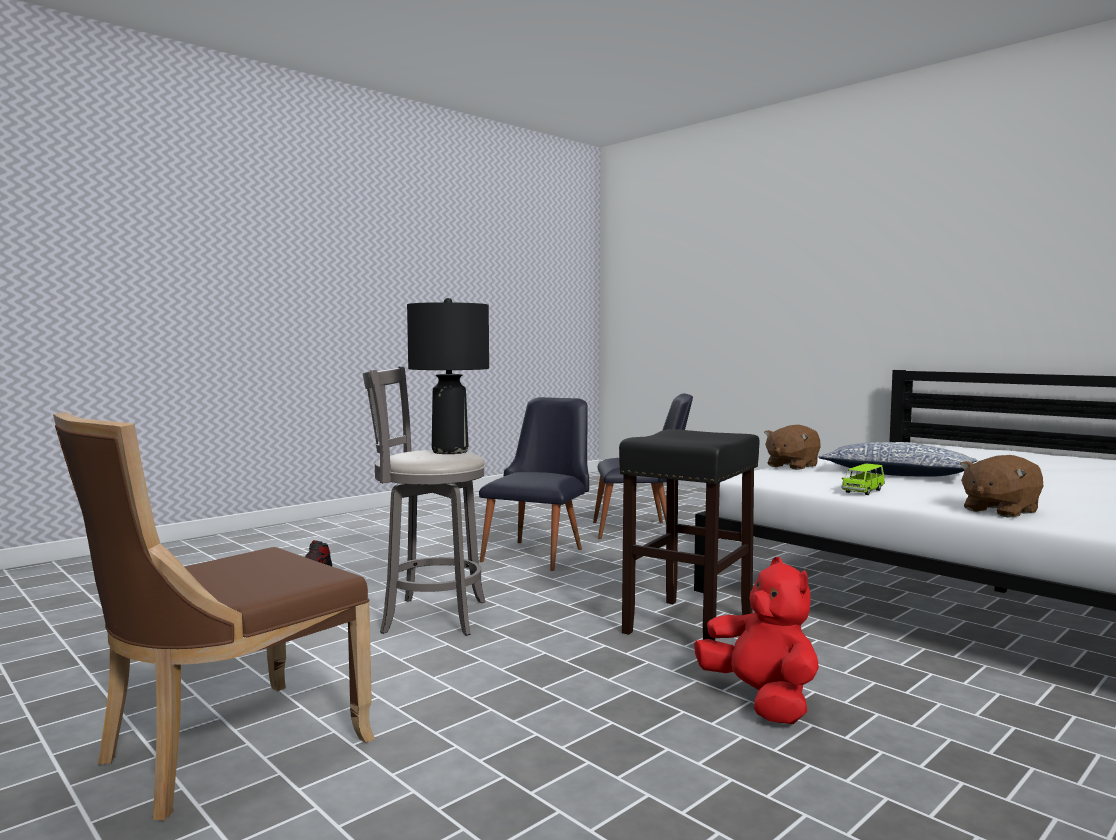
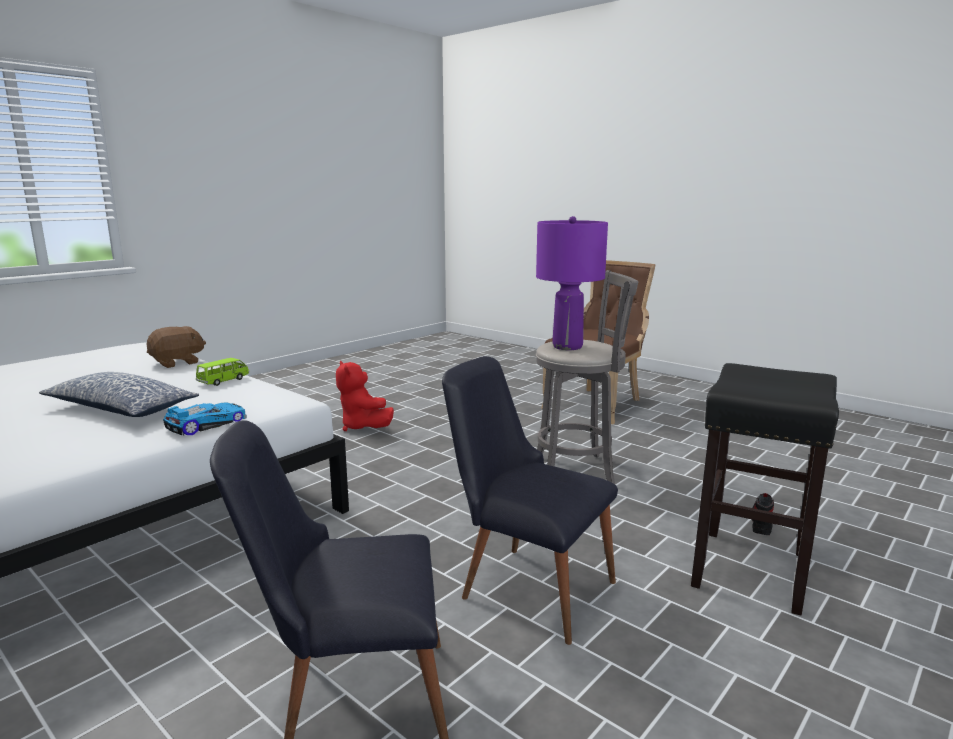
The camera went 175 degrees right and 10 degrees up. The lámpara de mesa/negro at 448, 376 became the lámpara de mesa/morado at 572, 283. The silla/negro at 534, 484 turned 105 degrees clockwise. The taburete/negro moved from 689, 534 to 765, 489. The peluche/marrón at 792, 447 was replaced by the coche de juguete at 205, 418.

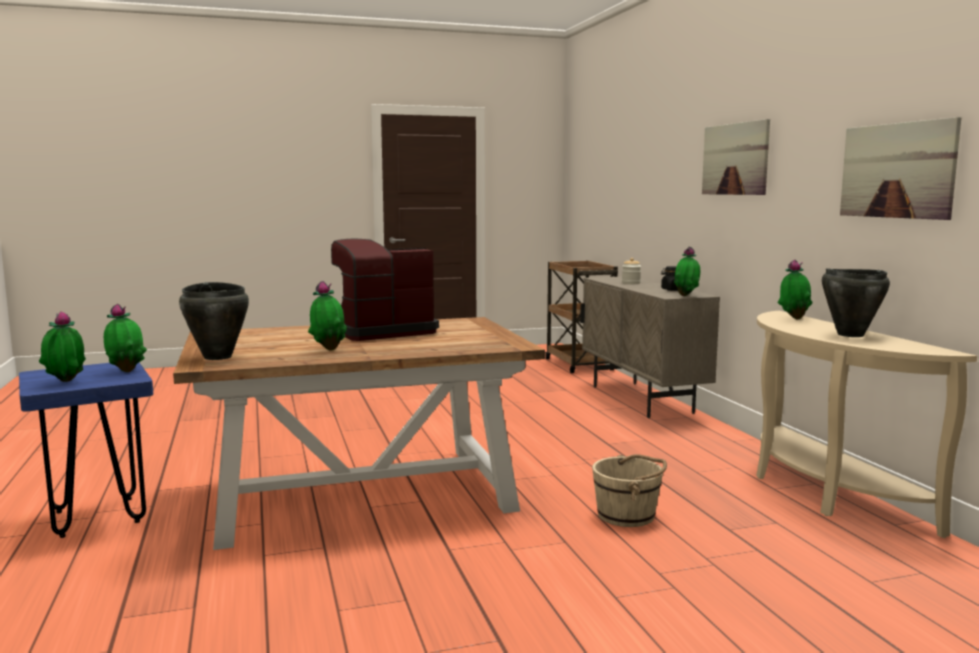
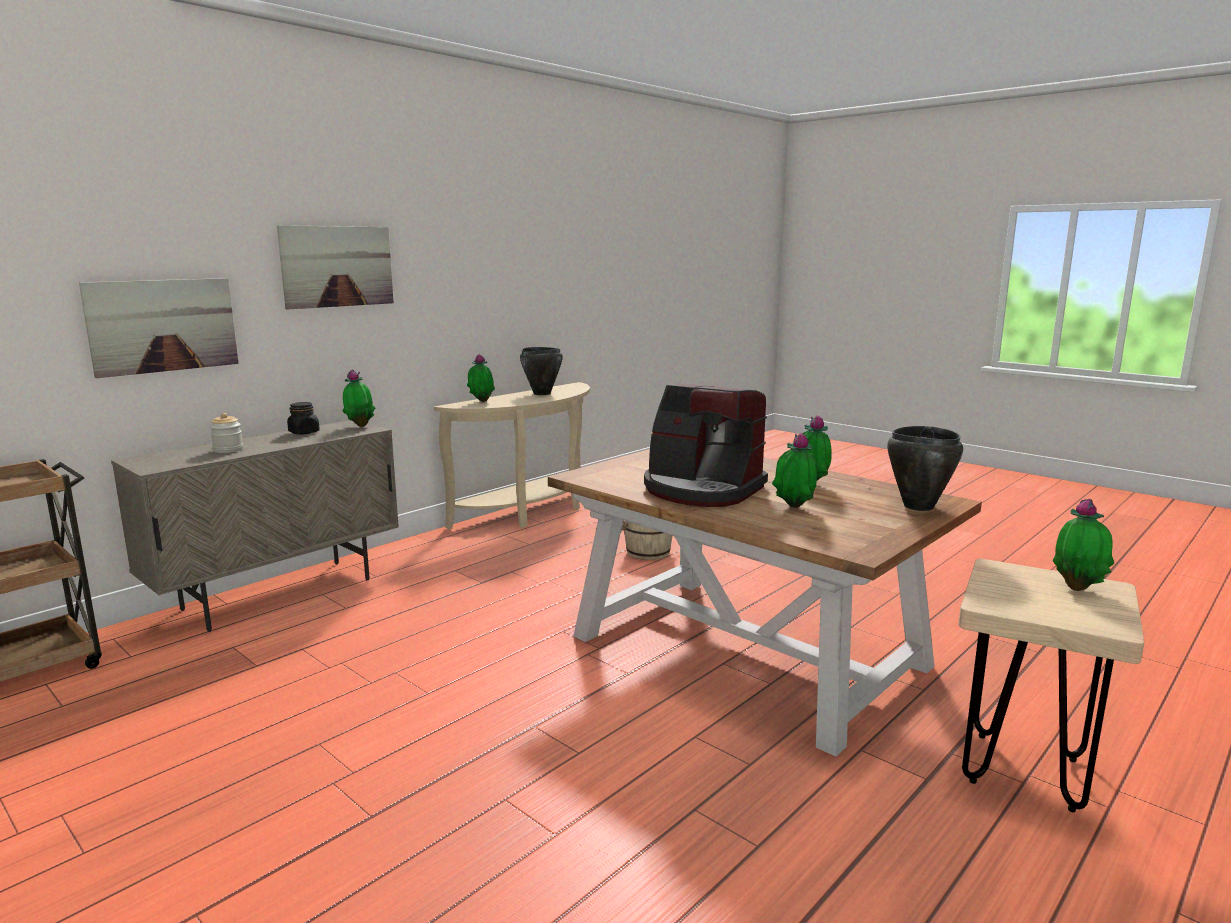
The camera went 120 degrees left and 5 degrees up. The taburete/azul at 86, 450 became the taburete/beis at 1051, 685. The planta en maceta moved from 125, 338 to 794, 470. The cuadro moved from 900, 168 to 159, 328.

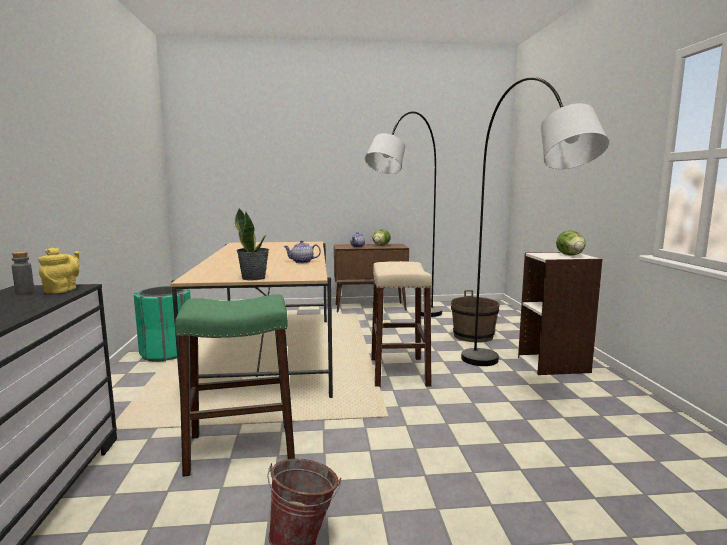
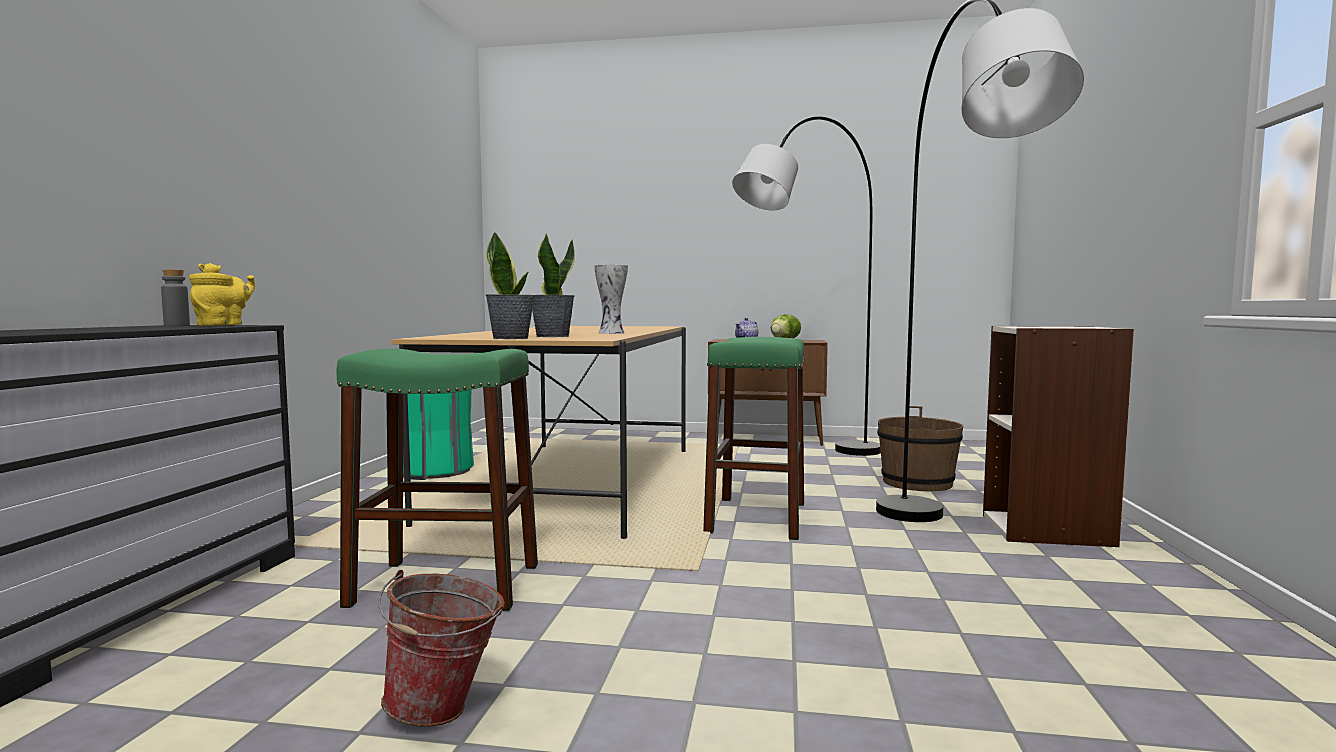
The camera went 15 degrees right and 5 degrees down. The tetera at 302, 251 was replaced by the florero at 611, 299. The taburete/beis at 401, 324 became the taburete/verde at 754, 438. The lechuga at 571, 243 disappeared. The planta en maceta at 553, 285 appeared.

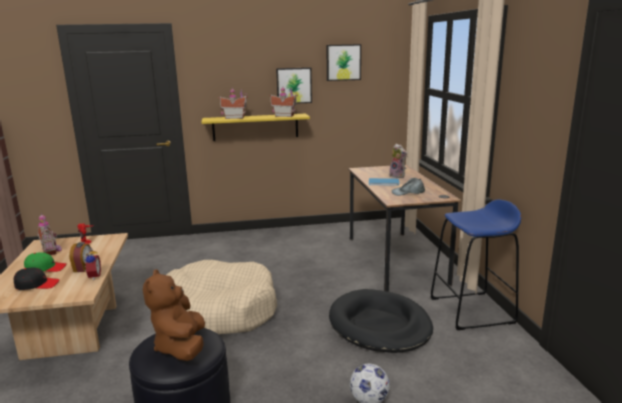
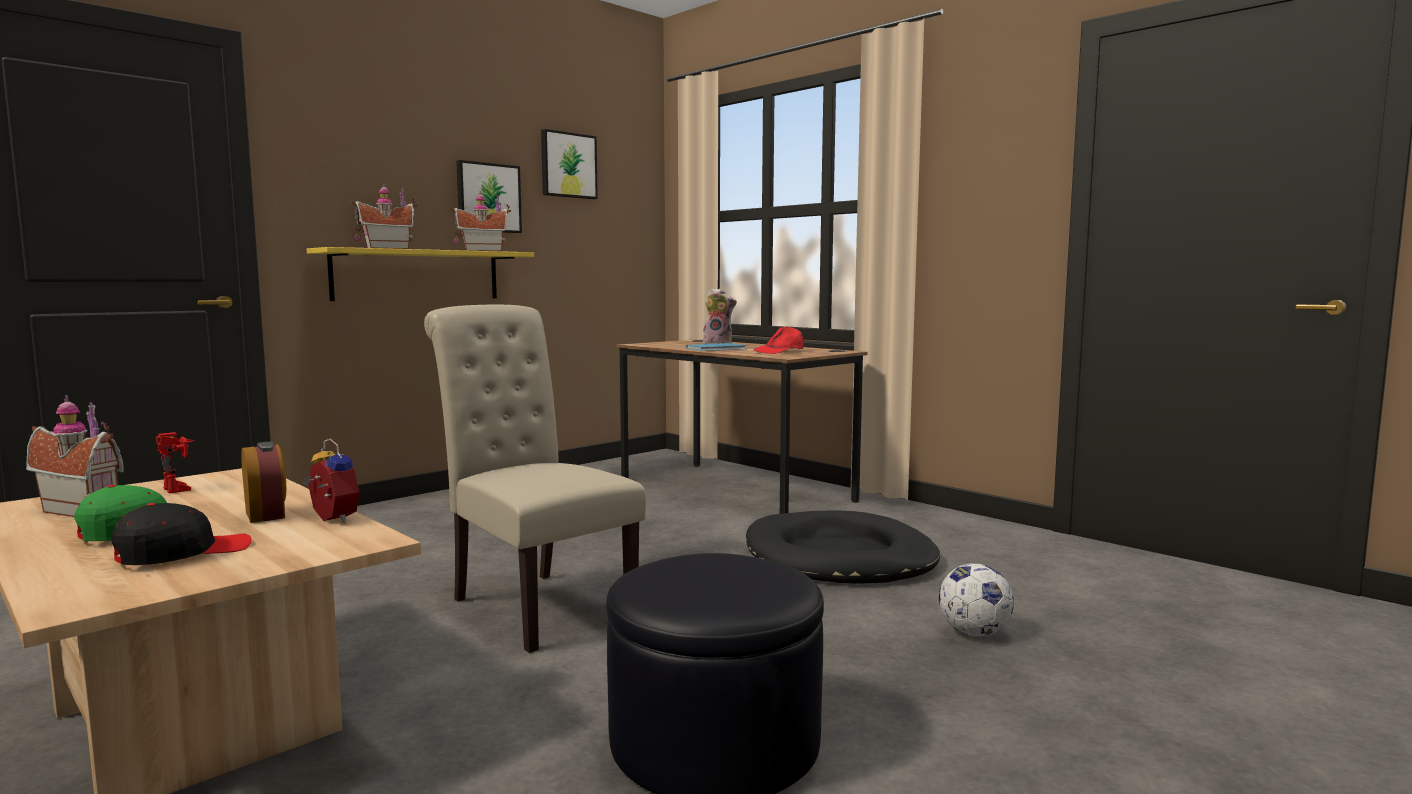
The camera went 35 degrees left and 10 degrees down. The peluche/marrón at 174, 315 disappeared. The cama para perro/beis at 221, 297 was replaced by the silla/beis at 535, 479. The gorra/gris at 408, 187 became the gorra/rojo at 779, 340. The taburete/azul at 475, 264 disappeared.

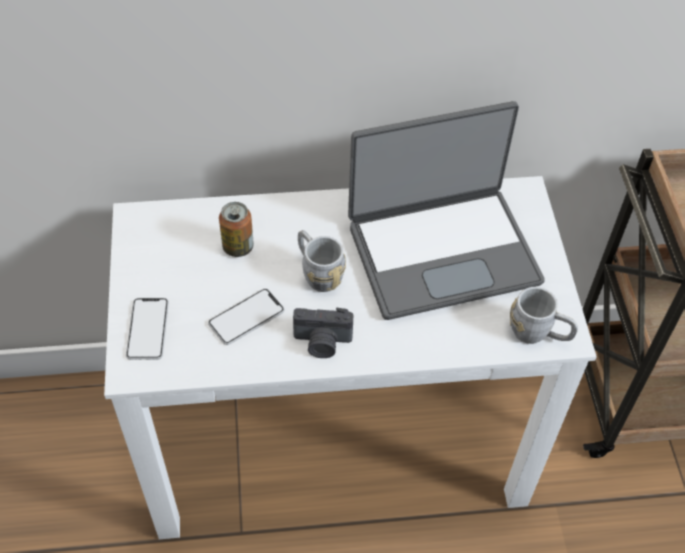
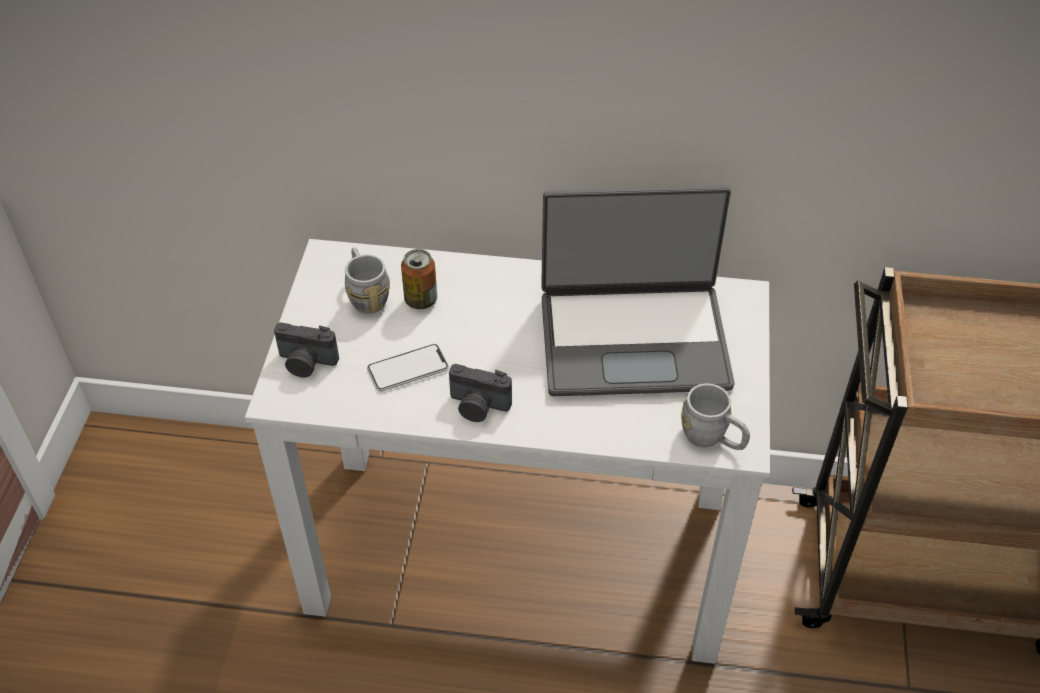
The camera went 15 degrees right and 5 degrees down. The móvil at 147, 329 was replaced by the cámara at 306, 350. The taza grande/gris moved from 322, 261 to 367, 281.

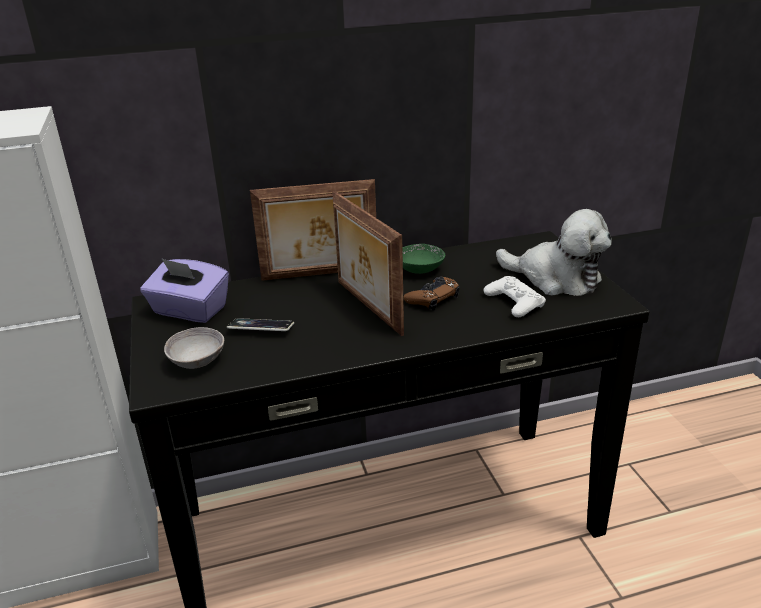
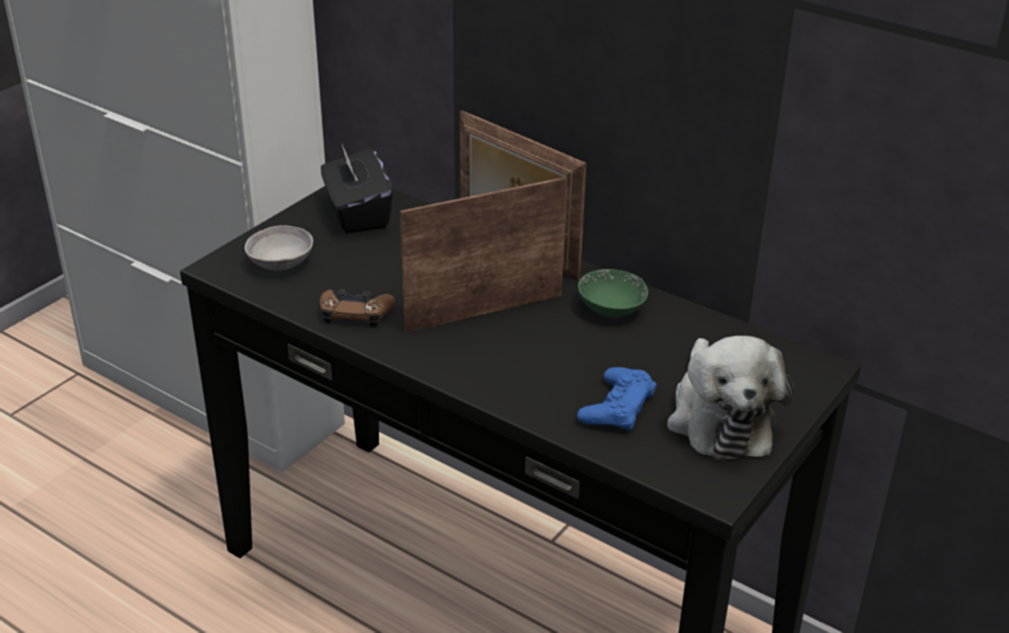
The camera went 50 degrees right and 5 degrees up. The caja de pañuelos/morado at 184, 290 became the caja de pañuelos/negro at 357, 188. The móvil at 260, 324 disappeared. The portarretratos at 368, 263 turned 45 degrees clockwise. The mando de consola/marrón moved from 432, 293 to 357, 308. The mando de consola/blanco at 514, 296 became the mando de consola/azul at 617, 399.

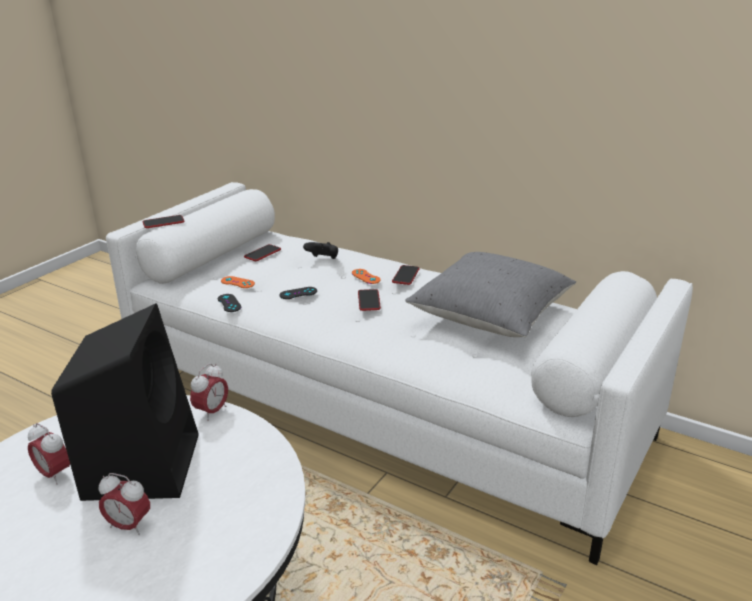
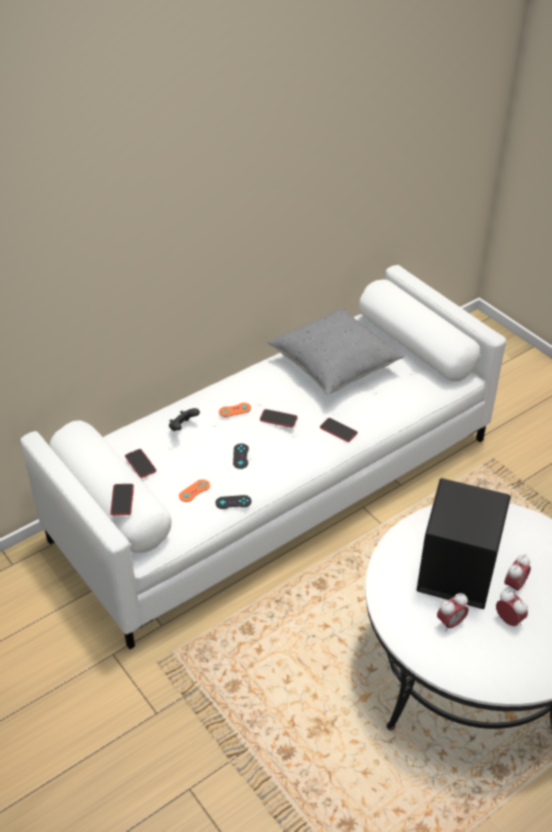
The camera went 70 degrees left and 15 degrees up. The despertador moved from 209, 392 to 512, 607. The móvil moved from 406, 275 to 339, 430.

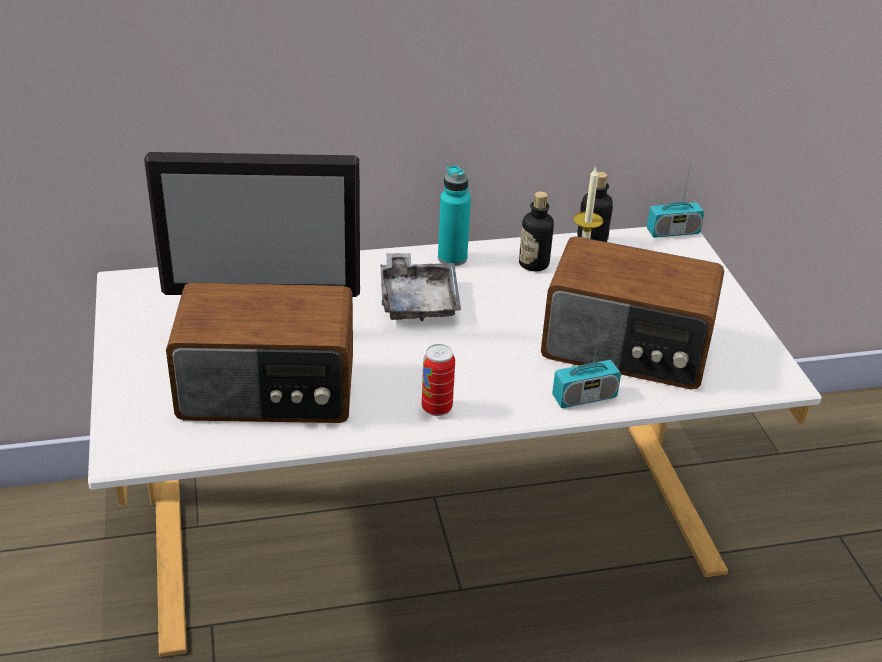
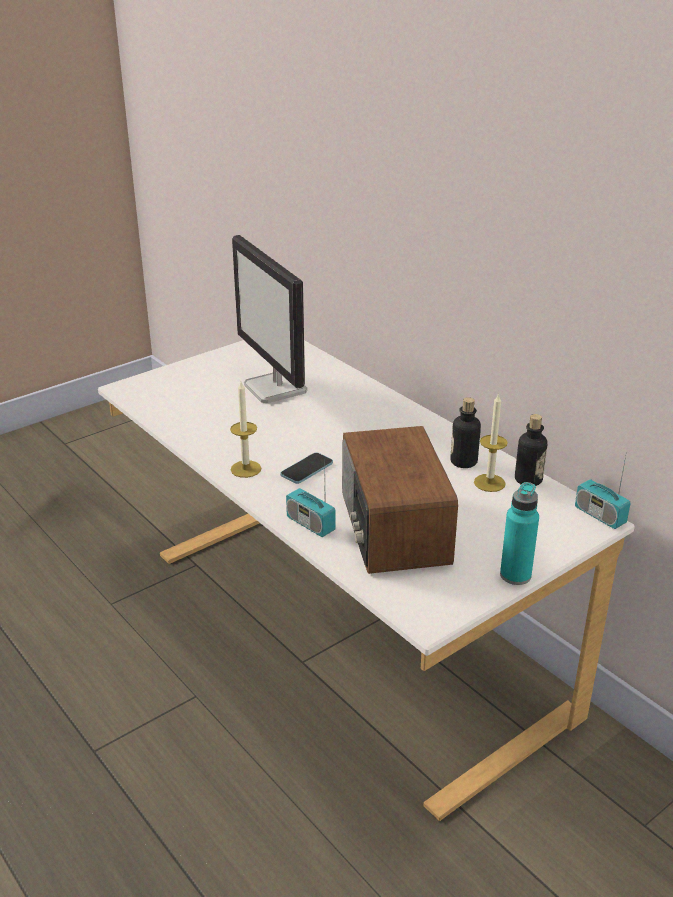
The camera went 65 degrees right and 5 degrees down. The radio at 259, 352 disappeared. The bandeja/gris at 420, 287 disappeared. The lata at 438, 380 was replaced by the vela at 245, 430. The botella/turquesa moved from 454, 215 to 519, 533. The móvil at 307, 468 appeared.

